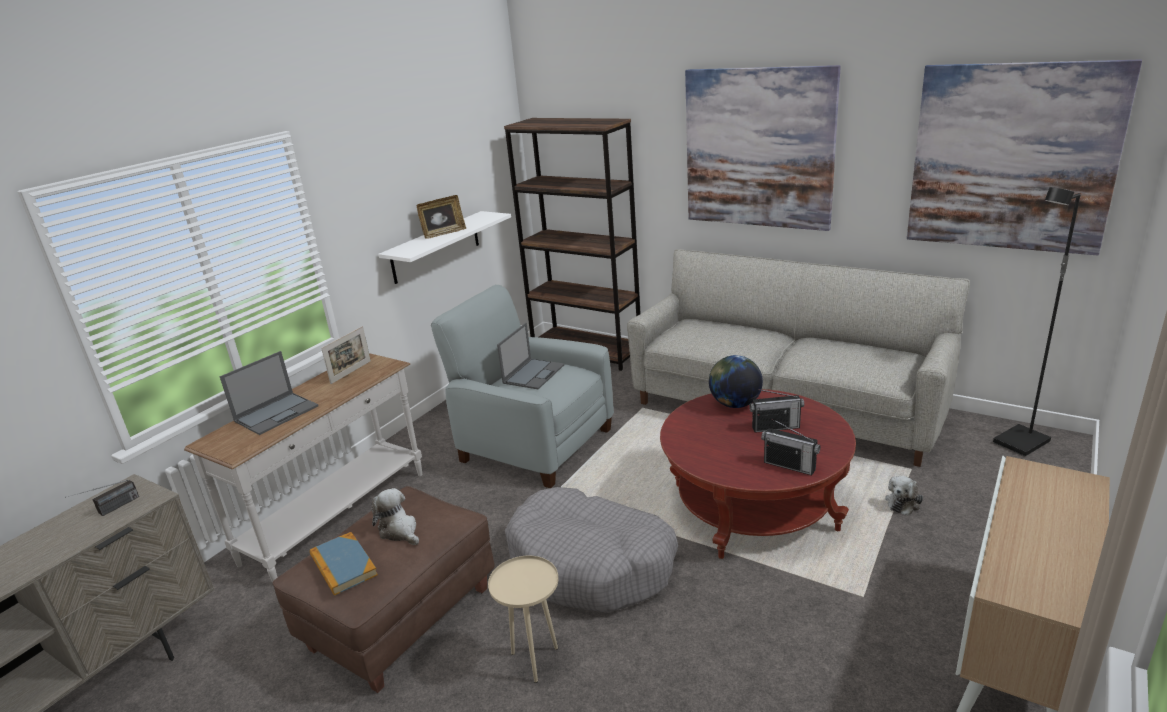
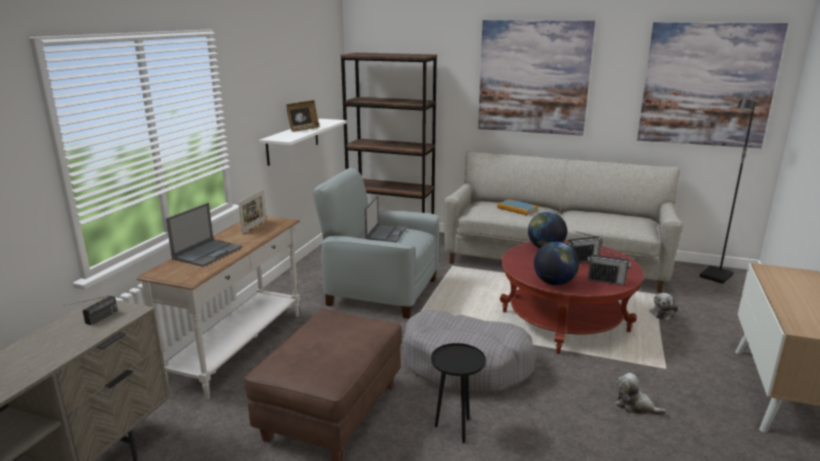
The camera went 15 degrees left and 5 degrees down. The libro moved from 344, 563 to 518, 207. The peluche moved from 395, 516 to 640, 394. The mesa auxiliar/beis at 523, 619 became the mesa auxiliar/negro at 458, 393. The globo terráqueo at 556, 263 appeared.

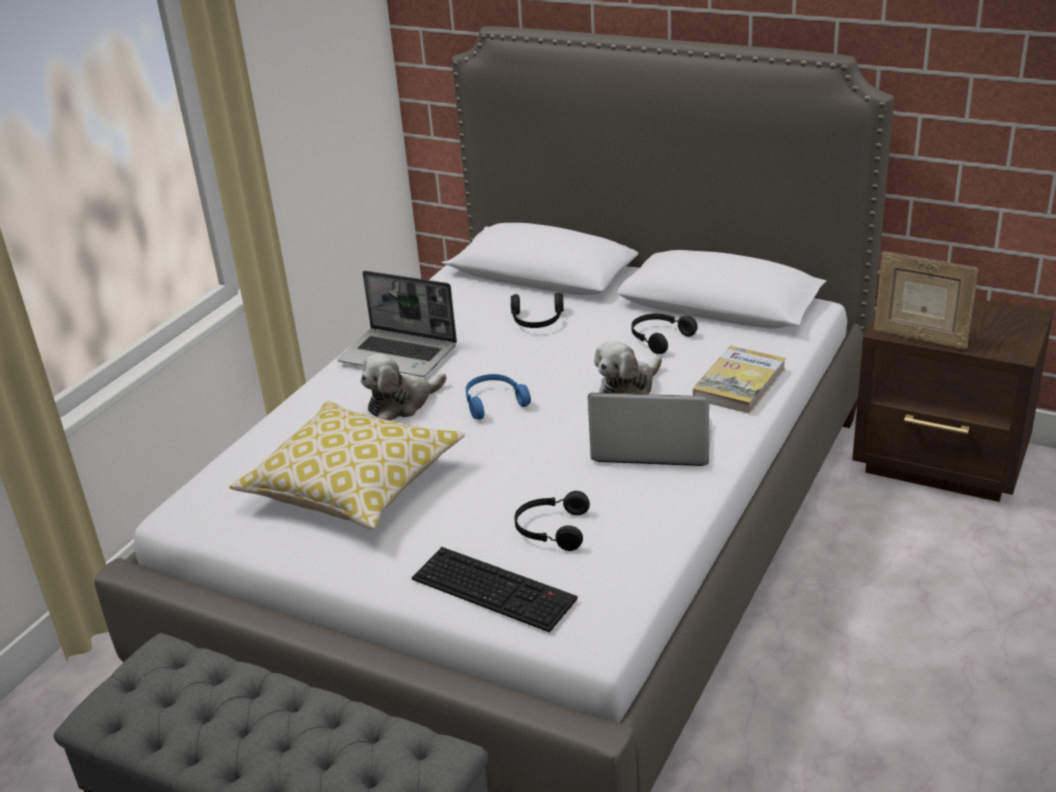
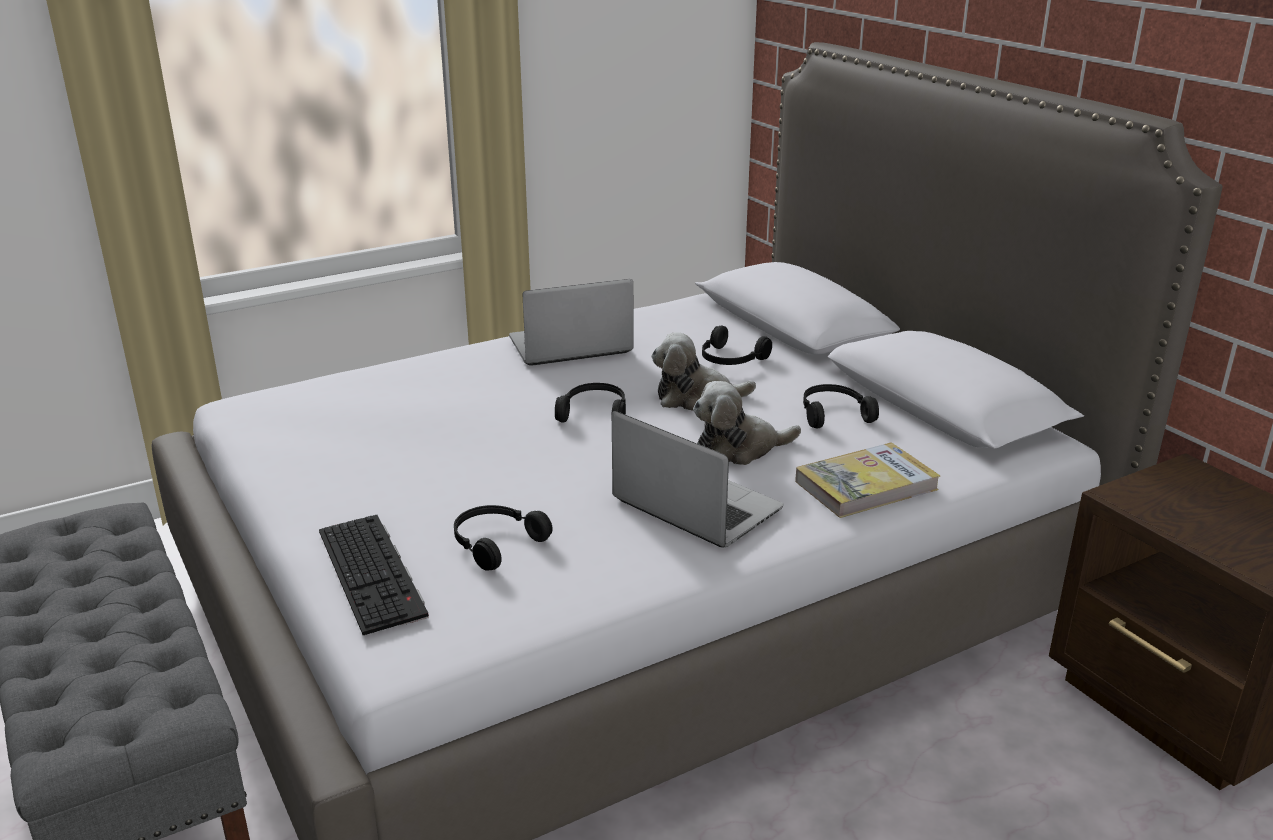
The camera went 30 degrees right and 5 degrees down. The cojín at 347, 465 disappeared. The portátil at 397, 324 turned 105 degrees clockwise. The peluche moved from 403, 387 to 704, 371. The auriculares/azul at 498, 397 became the auriculares/negro at 590, 402. The portarretratos at 926, 300 disappeared.

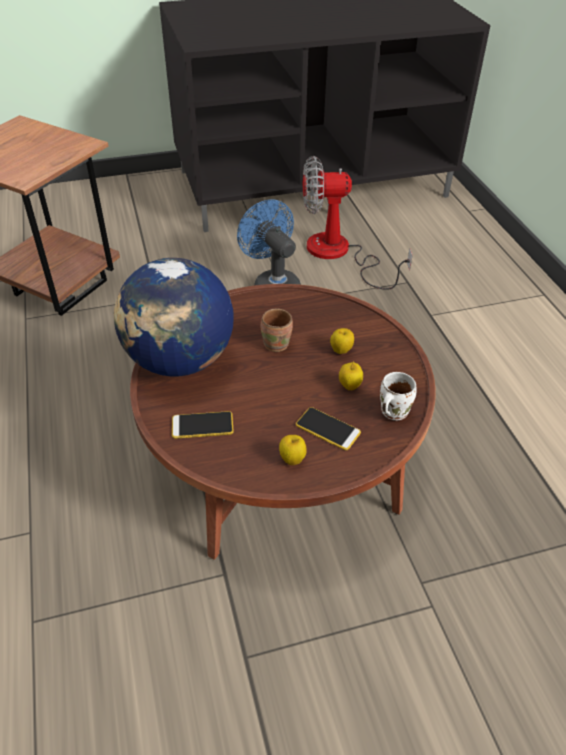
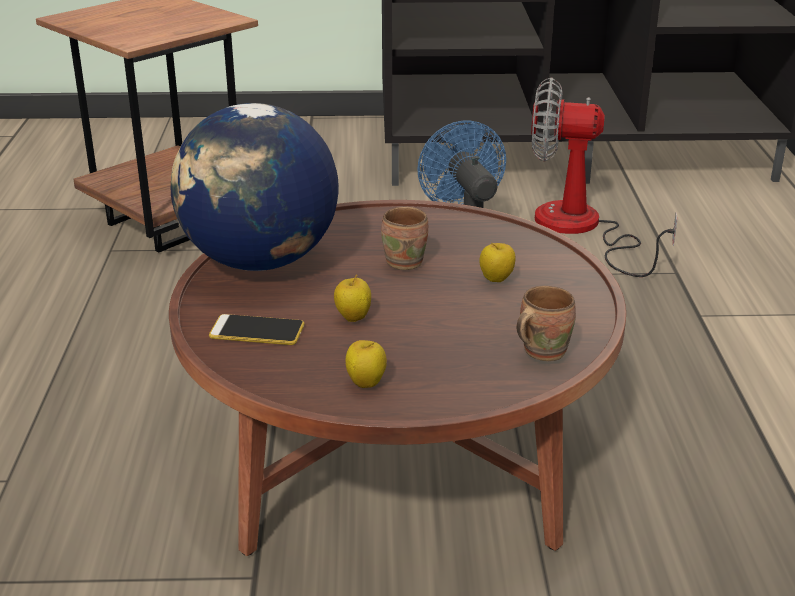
The camera went 15 degrees right and 15 degrees down. The móvil at 328, 428 disappeared. The manzana moved from 351, 375 to 352, 298. The taza grande/blanco at 398, 396 became the taza grande/marrón at 546, 323.

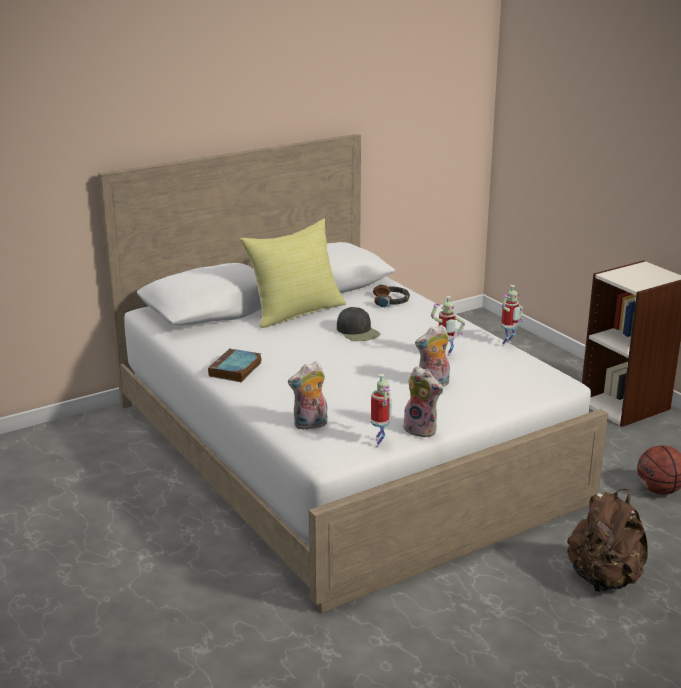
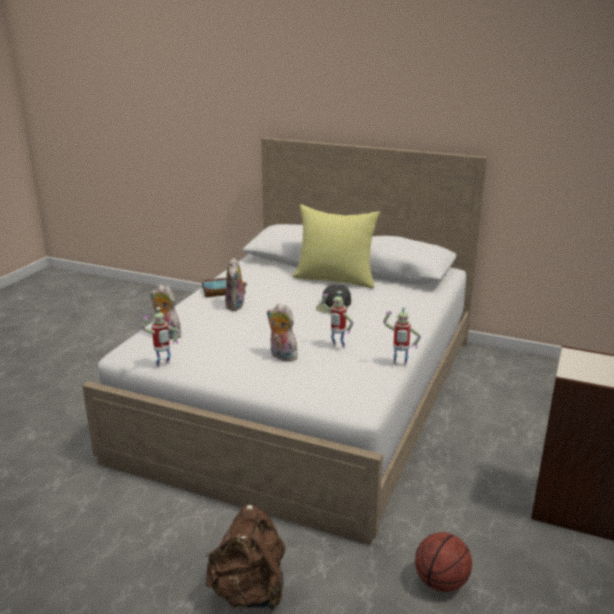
The camera went 55 degrees right and 0 degrees up. The auriculares at 391, 295 disappeared. The peluche moved from 423, 402 to 236, 284.

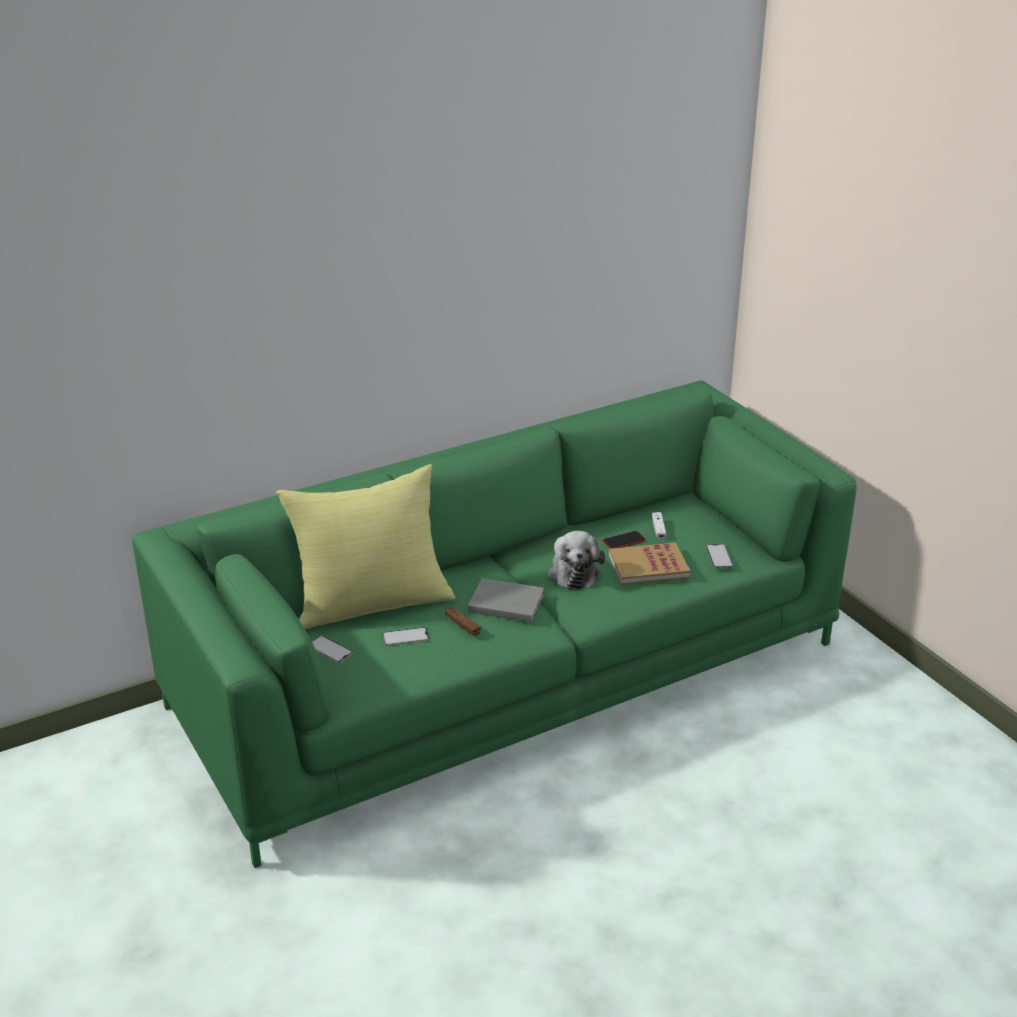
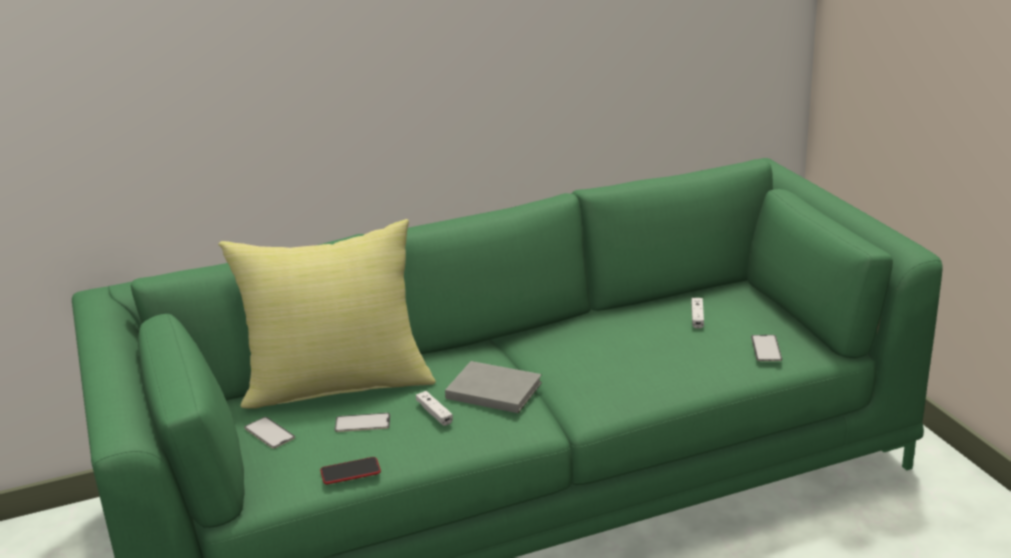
The camera went 10 degrees right and 5 degrees down. The mando de consola/marrón at 463, 621 became the mando de consola/blanco at 434, 408. The peluche at 576, 560 disappeared. The móvil moved from 624, 540 to 350, 470. The libro at 649, 564 disappeared.

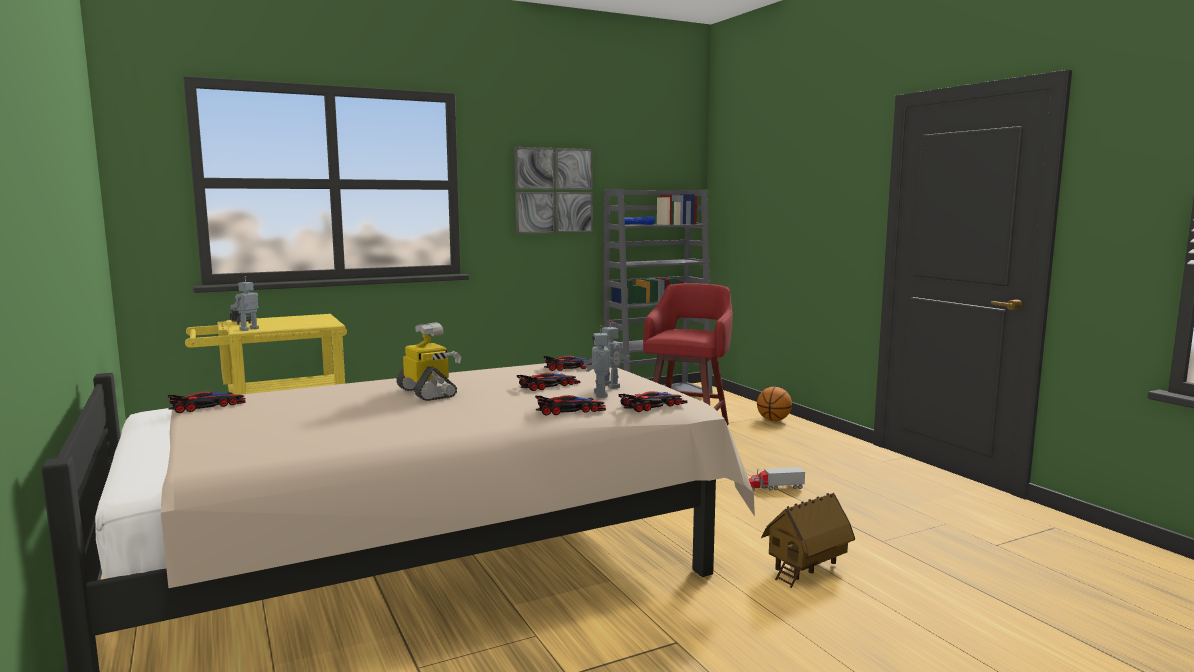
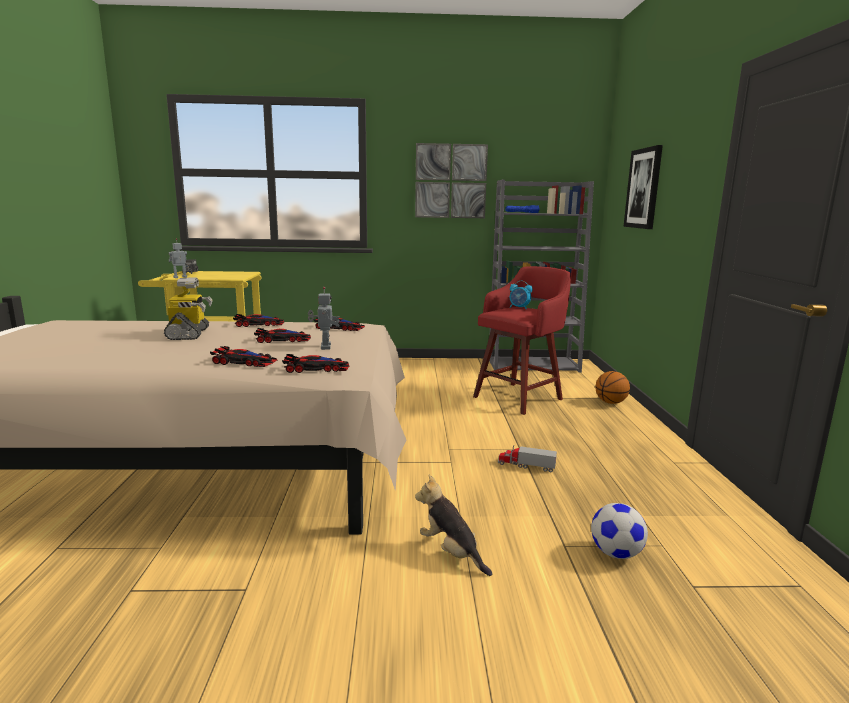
The camera went 25 degrees right and 5 degrees up. The coche de juguete moved from 207, 402 to 258, 320. The robot de juguete at 601, 362 disappeared. The casita at 808, 540 was replaced by the peluche at 453, 525. The despertador at 521, 294 appeared. The balón de fútbol at 619, 531 appeared. The cuadro at 643, 187 appeared.

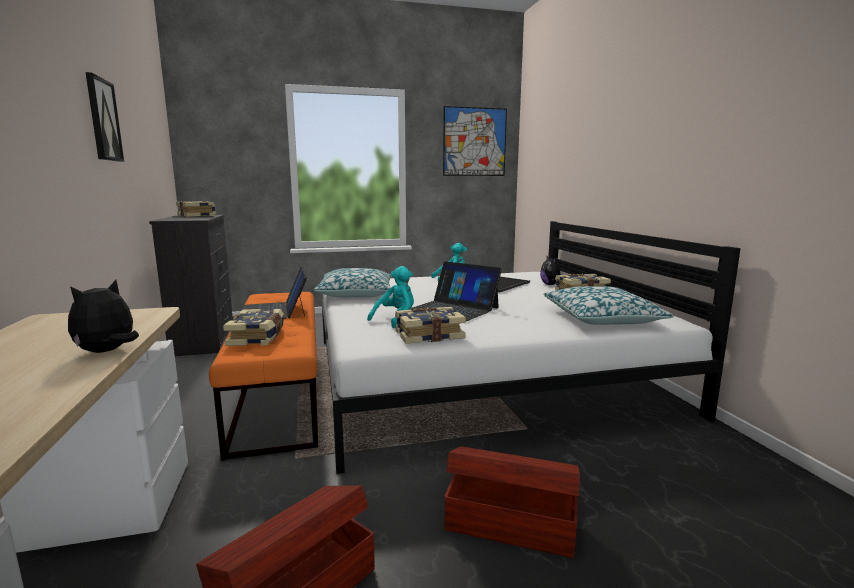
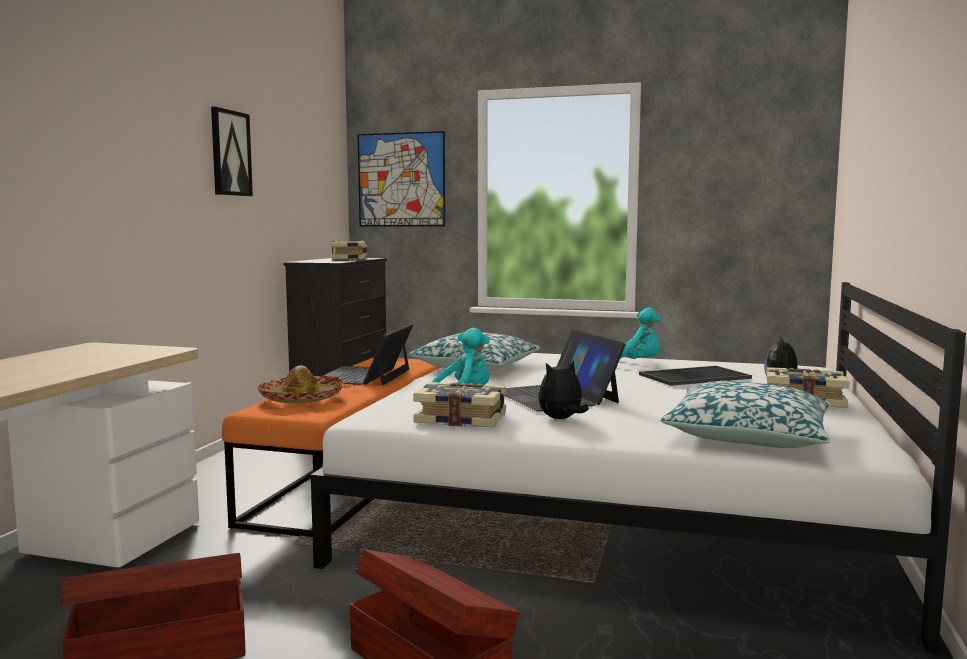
The camera went 30 degrees right and 5 degrees down. The peluche moved from 103, 316 to 563, 389. The libro at 253, 327 was replaced by the sombrero at 301, 384. The cuadro moved from 475, 141 to 401, 179.

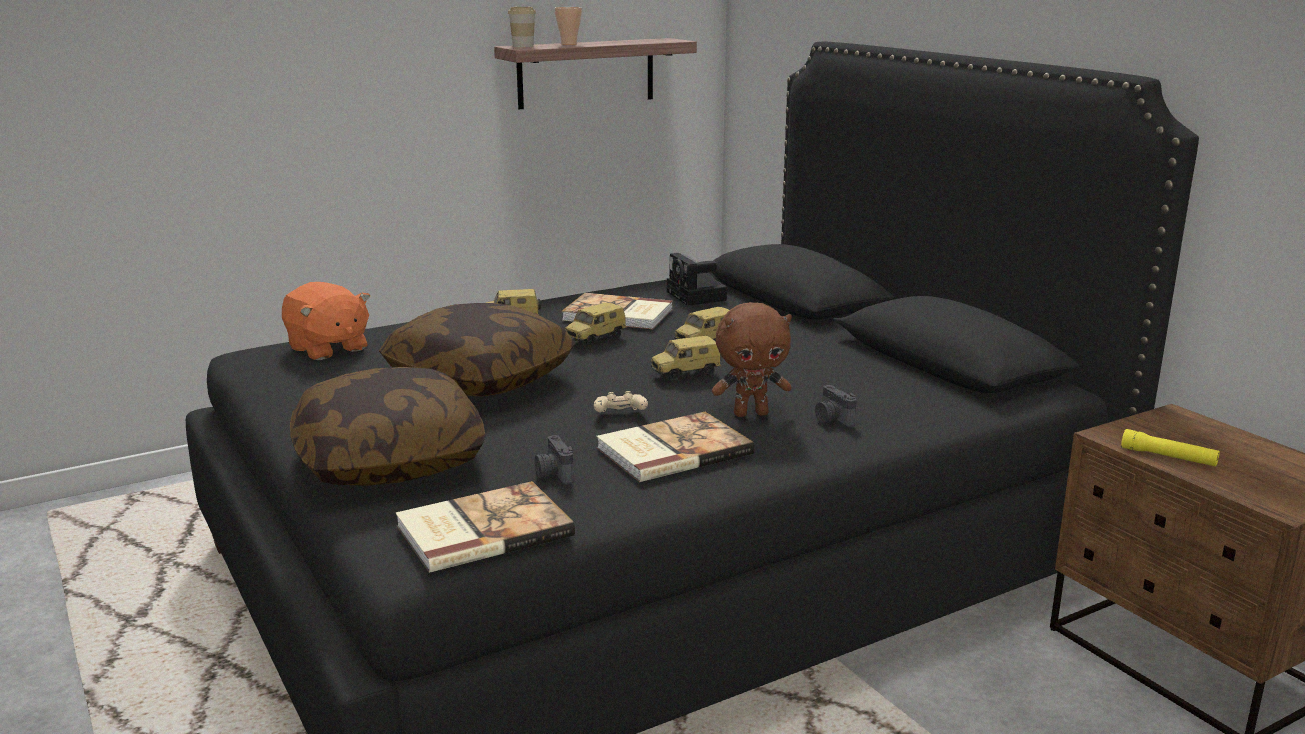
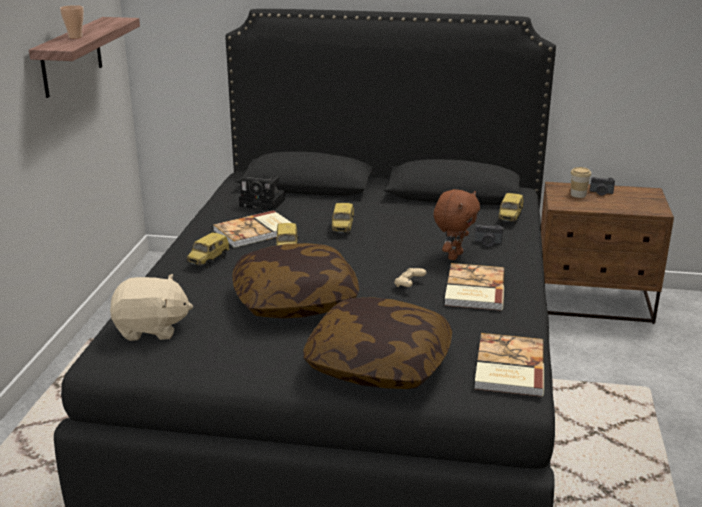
The camera went 50 degrees left and 5 degrees up. The peluche/naranja at 326, 321 became the peluche/beis at 151, 307. The taza moved from 522, 27 to 581, 182. The cámara moved from 554, 460 to 602, 186. The coche de juguete moved from 686, 358 to 511, 208. The linterna/amarillo at 1170, 448 disappeared.

